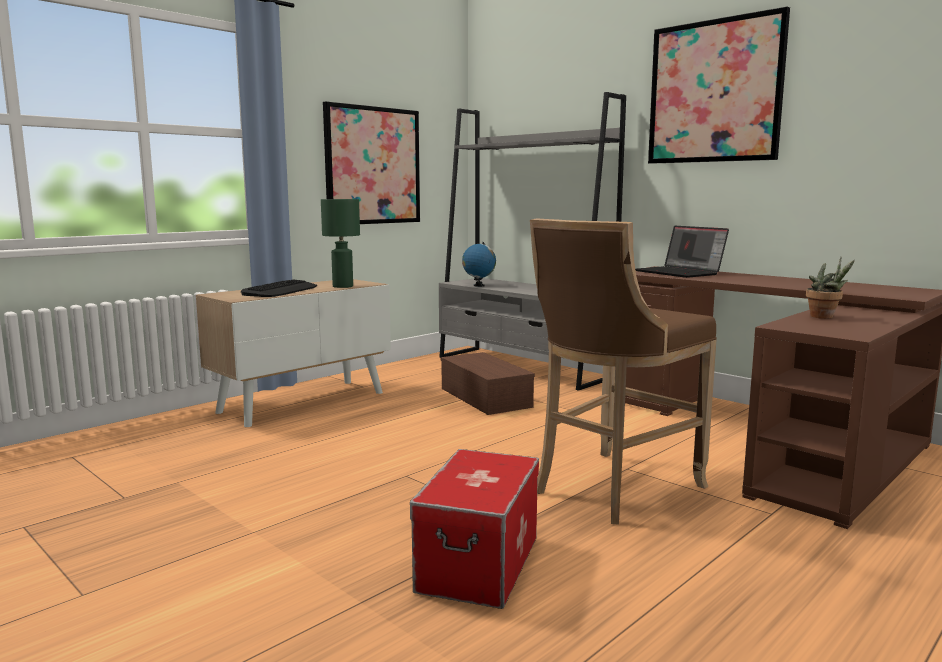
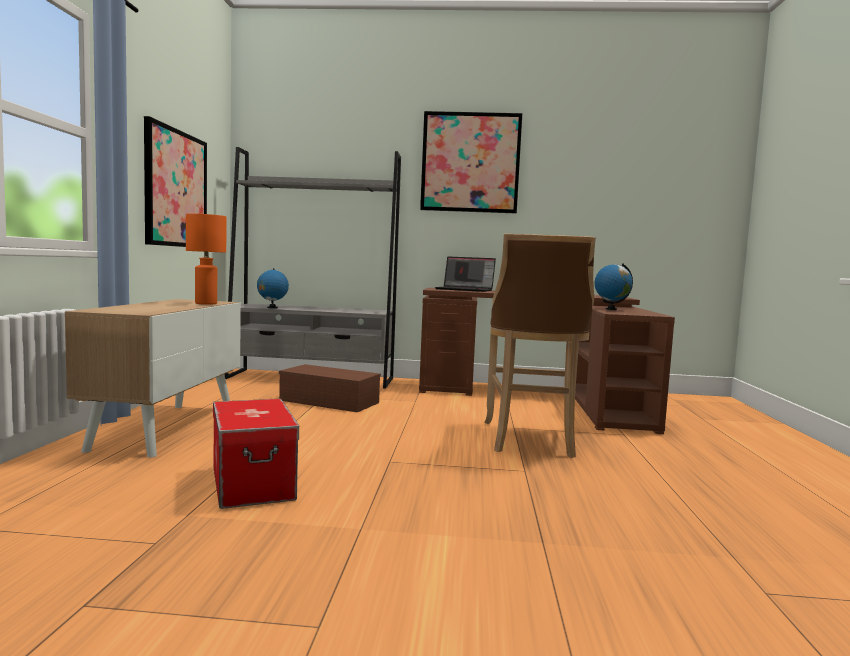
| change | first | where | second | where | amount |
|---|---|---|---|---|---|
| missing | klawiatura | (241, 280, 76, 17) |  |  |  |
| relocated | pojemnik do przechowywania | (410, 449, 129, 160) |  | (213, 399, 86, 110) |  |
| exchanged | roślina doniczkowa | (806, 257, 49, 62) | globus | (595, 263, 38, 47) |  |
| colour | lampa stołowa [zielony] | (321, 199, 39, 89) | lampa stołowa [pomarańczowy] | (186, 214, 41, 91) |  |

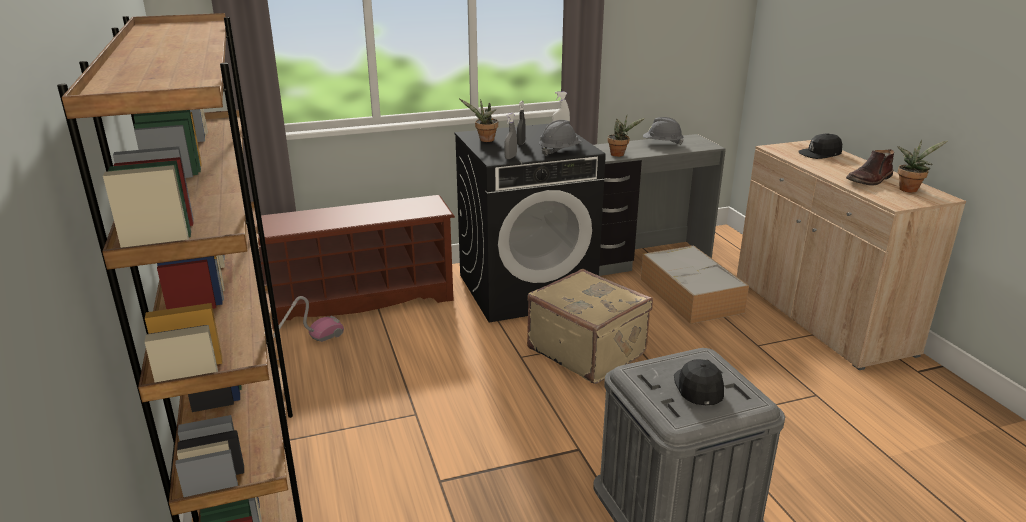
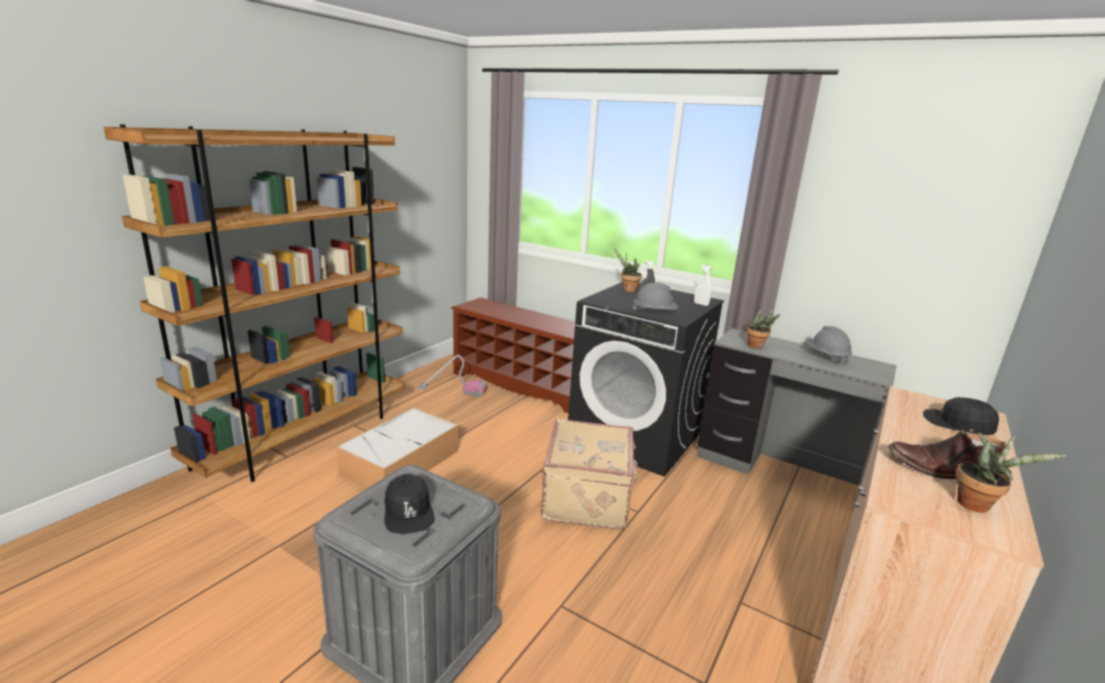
| change | first | where | second | where | amount |
|---|---|---|---|---|---|
| missing | spryskiwacz [szary] | (504, 113, 13, 46) |  |  |  |
| relocated | pojemnik do przechowywania | (641, 246, 108, 78) |  | (336, 407, 122, 82) |  |
| spun | czapka z daszkiem [czarny] | (674, 359, 50, 46) |  | (384, 474, 51, 60) | 105 degrees clockwise |

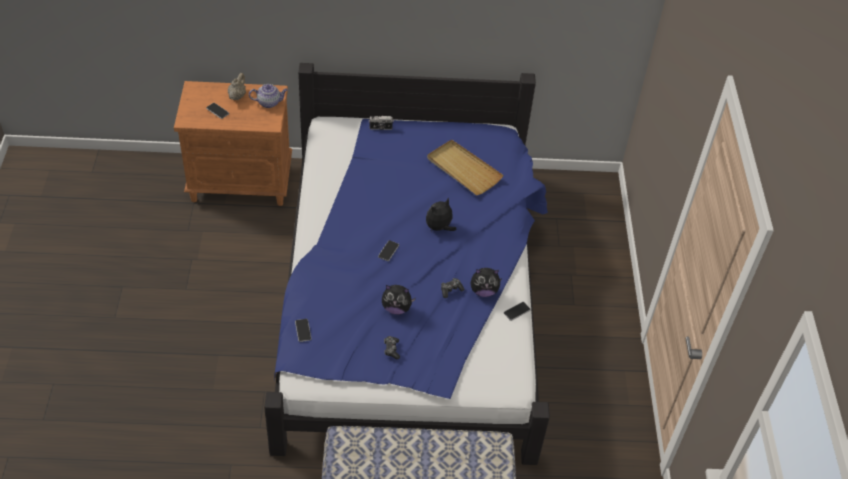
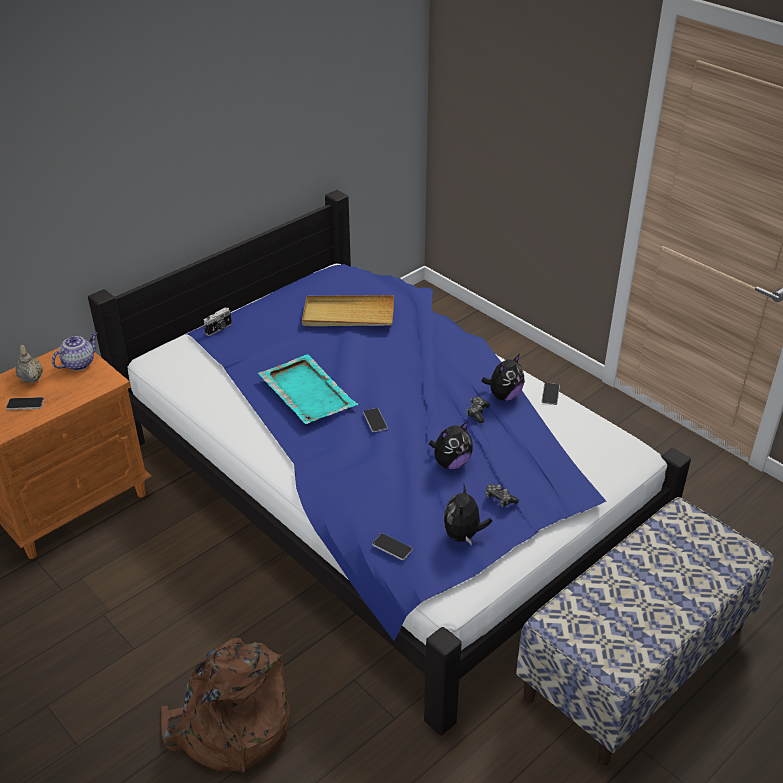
| change | first | where | second | where | amount |
|---|---|---|---|---|---|
| appeared |  |  | plecak [brązowy] | (161, 638, 129, 134) |  |
| appeared |  |  | taca [turkusowy] | (258, 354, 100, 70) |  |
| relocated | pluszak | (426, 197, 30, 35) |  | (443, 483, 49, 62) |  |

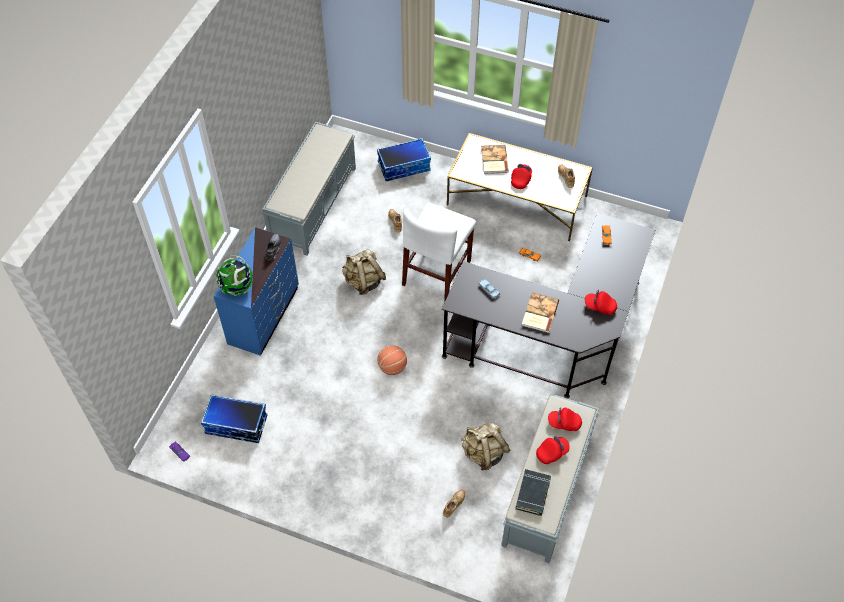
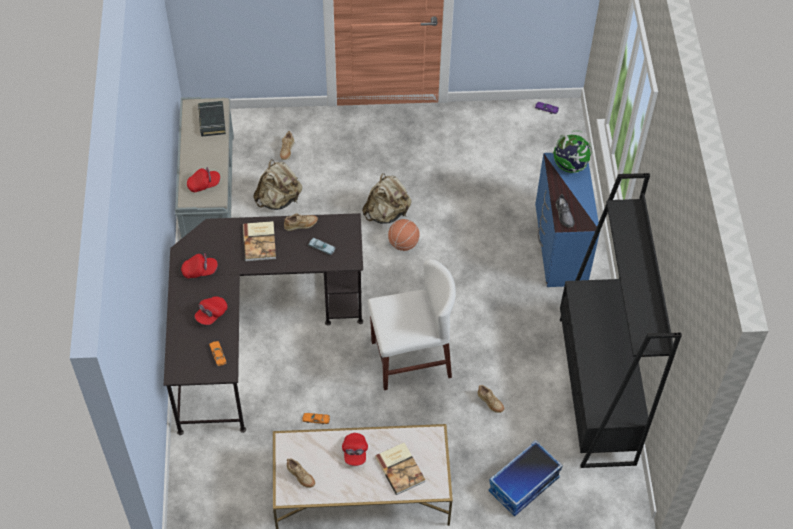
| change | first | where | second | where | amount |
|---|---|---|---|---|---|
| missing | pojemnik do przechowywania | (201, 394, 66, 49) |  |  |  |
| appeared |  |  | but [beżowy] | (284, 213, 34, 18) |  |
| relocated | plecak [beżowy] | (342, 249, 44, 46) |  | (362, 173, 49, 51) |  |
| relocated | czapka z daszkiem [czerwony] | (536, 436, 34, 28) |  | (194, 296, 33, 29) |  |
| exchanged | ławka [szary] | (262, 122, 94, 134) | regał [czarny] | (560, 173, 122, 295) |  |
| spun | krzesło [biały] | (402, 202, 74, 100) |  | (368, 259, 88, 131) | 75 degrees clockwise |

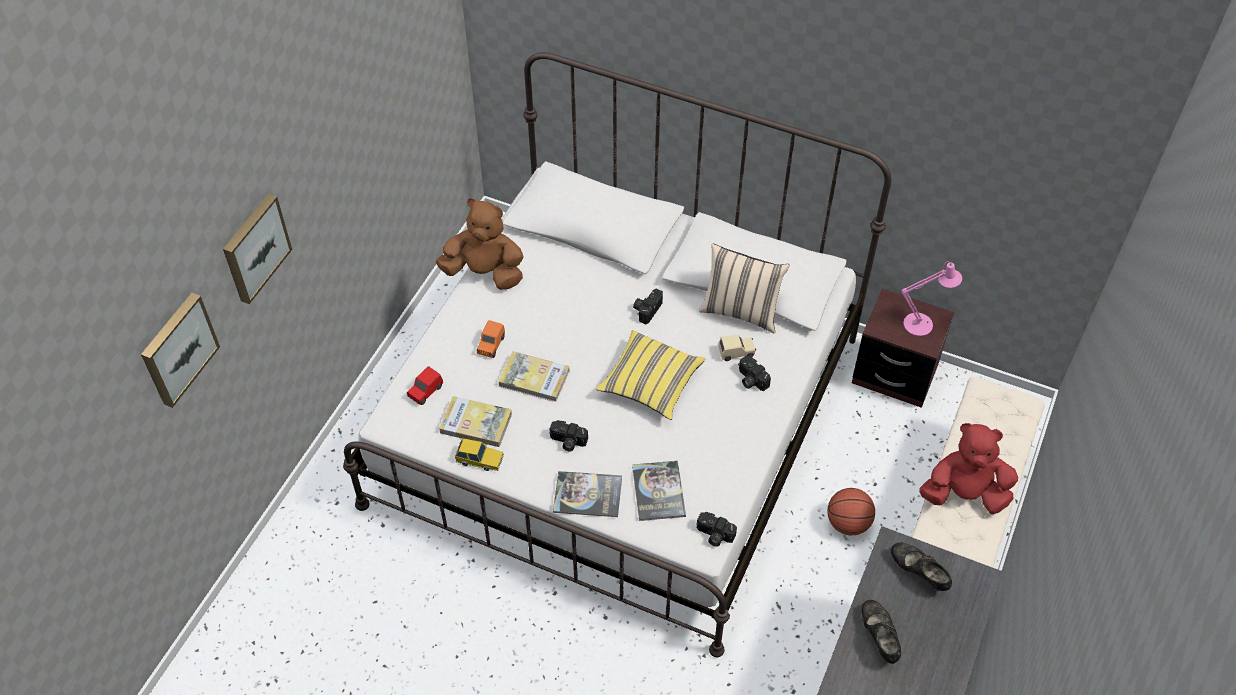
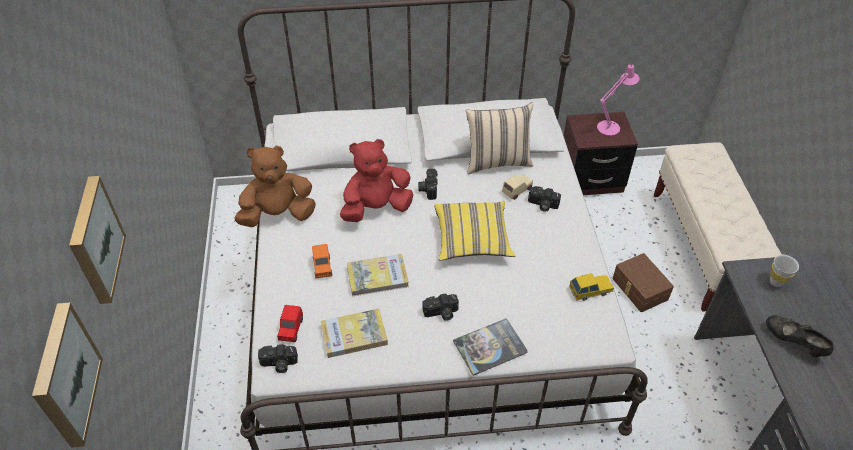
| change | first | where | second | where | amount |
|---|---|---|---|---|---|
| missing | książka | (632, 461, 54, 60) |  |  |  |
| relocated | samochodzik | (455, 439, 49, 32) |  | (569, 273, 45, 28) |  |
| relocated | aparat fotograficzny | (696, 512, 41, 35) |  | (258, 344, 40, 29) |  |
| relocated | pluszak [czerwony] | (919, 423, 99, 91) |  | (340, 139, 73, 83) |  |
| exchanged | piłka do koszykówki | (827, 488, 48, 47) | pojemnik do przechowywania [brązowy] | (613, 253, 61, 59) |  |
| exchanged | but [czarny] | (891, 542, 61, 49) | filiżanka [biały] | (770, 255, 29, 32) |  |

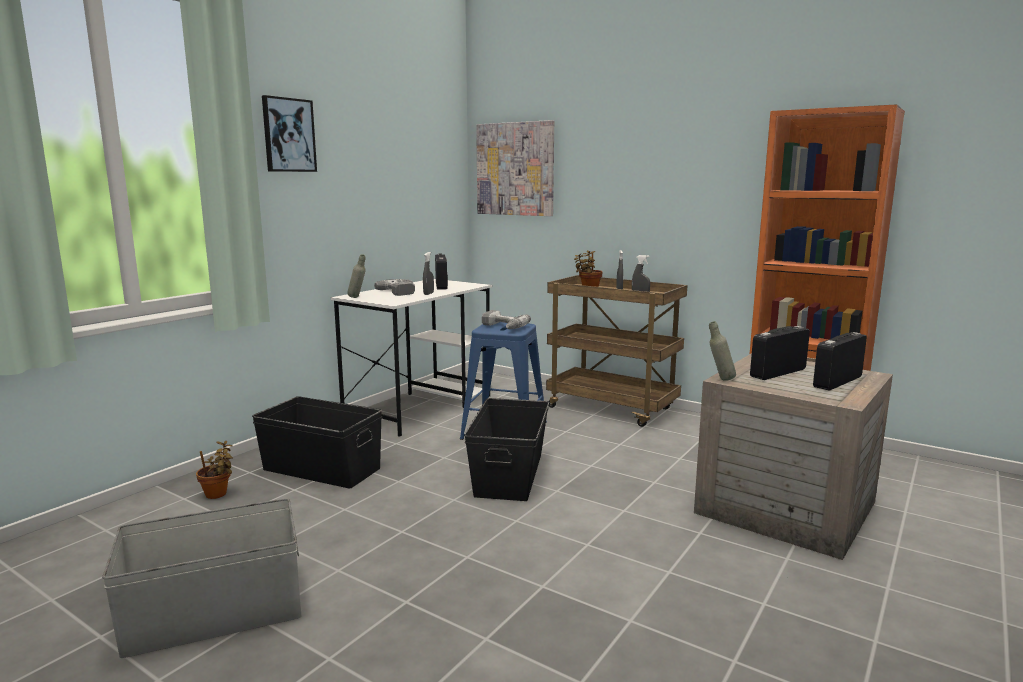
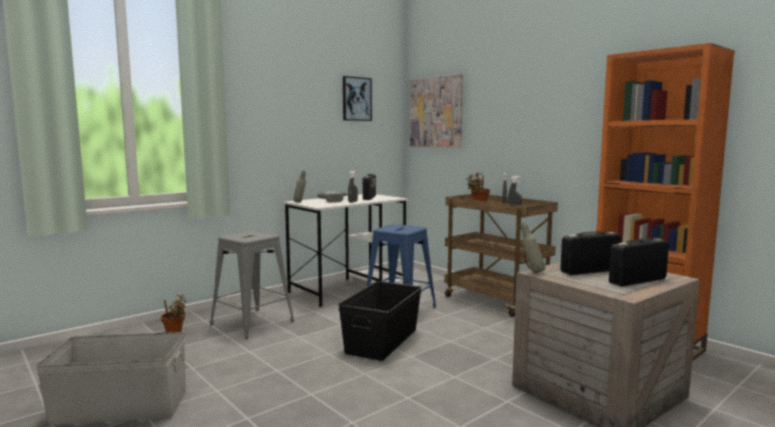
| change | first | where | second | where | amount |
|---|---|---|---|---|---|
| missing | wiertarka | (482, 310, 49, 19) |  |  |  |
| relocated | obraz | (262, 95, 55, 77) |  | (343, 76, 29, 45) |  |
| exchanged | pojemnik do przechowywania [czarny] | (252, 396, 130, 92) | stołek [szary] | (210, 231, 84, 108) |  |

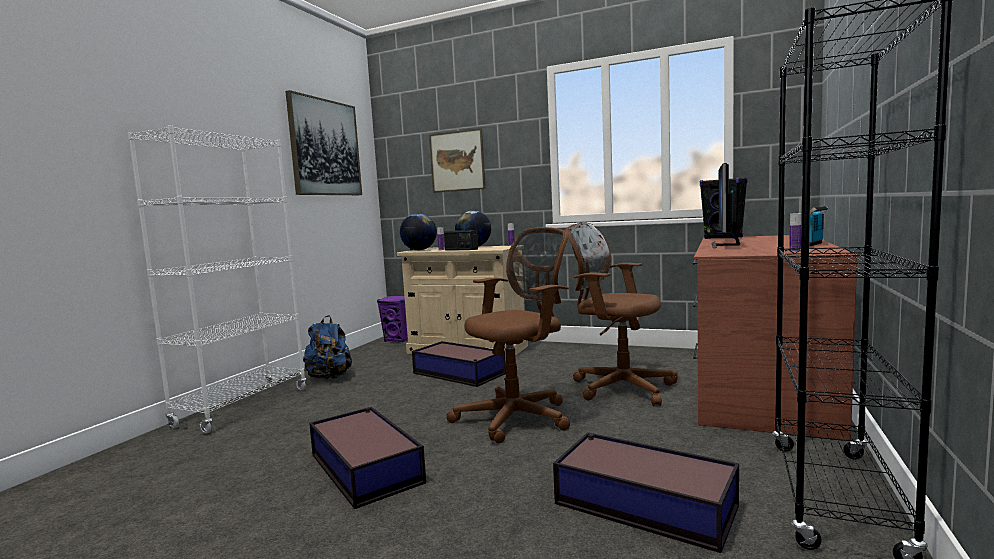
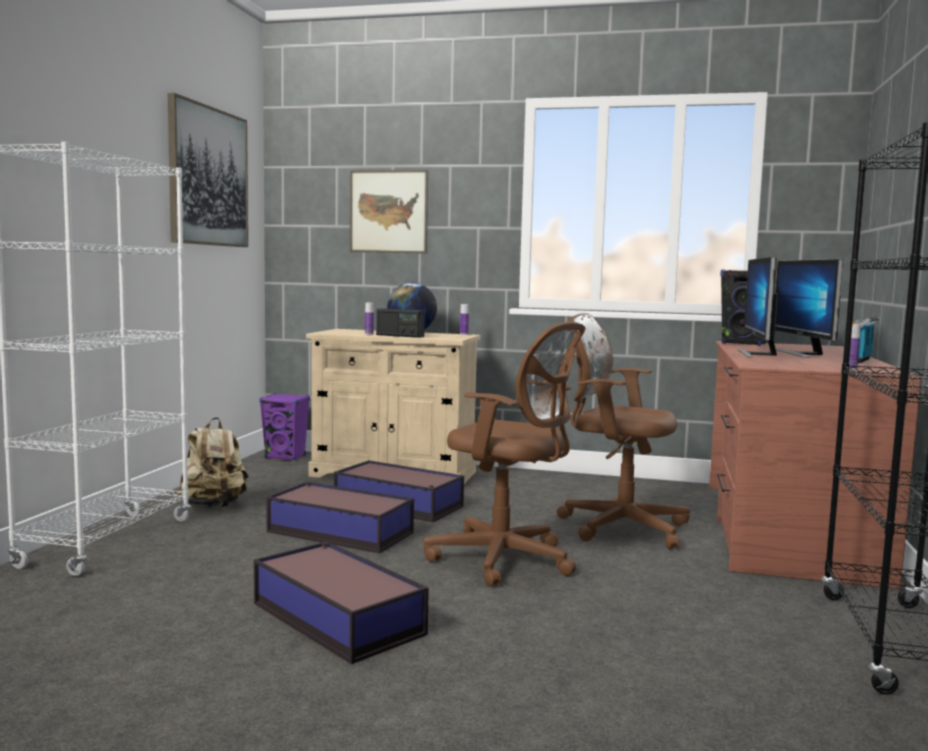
| change | first | where | second | where | amount |
|---|---|---|---|---|---|
| missing | globus | (400, 213, 37, 37) |  |  |  |
| appeared |  |  | monitor | (775, 259, 68, 99) |  |
| relocated | pojemnik do przechowywania | (553, 432, 186, 121) |  | (266, 482, 148, 72) |  |
| colour | plecak [niebieski] | (303, 315, 49, 64) | plecak [beżowy] | (175, 417, 73, 90) |  |
| spun | krzesło biurowe [brązowy] | (446, 227, 124, 216) |  | (424, 322, 162, 265) | 75 degrees clockwise |

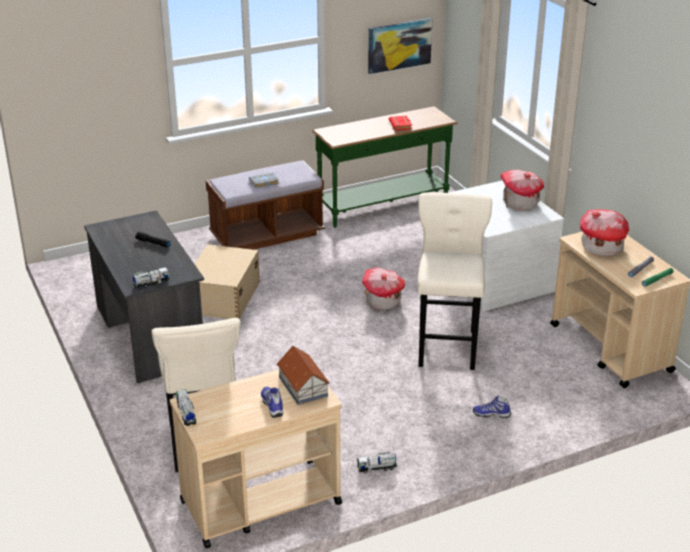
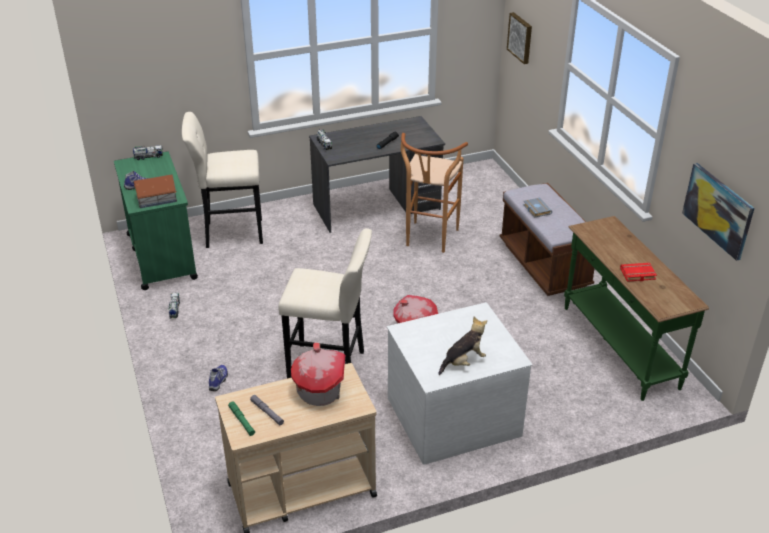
| change | first | where | second | where | amount |
|---|---|---|---|---|---|
| appeared |  |  | obraz | (507, 12, 25, 52) |  |
| exchanged | pojemnik do przechowywania [beżowy] | (195, 244, 65, 75) | stołek [brązowy] | (401, 133, 67, 120) |  |
| exchanged | domek | (500, 170, 44, 41) | pluszak | (438, 317, 49, 58) |  |
| colour | wózek [beżowy] | (170, 369, 172, 179) | wózek [zielony] | (114, 151, 84, 139) |  |

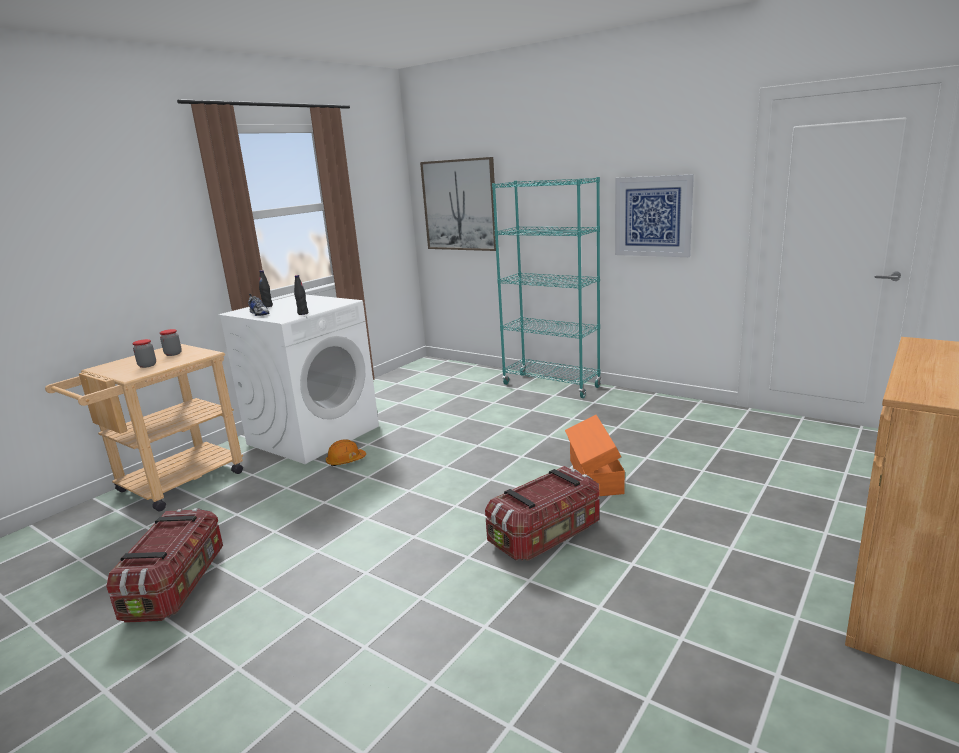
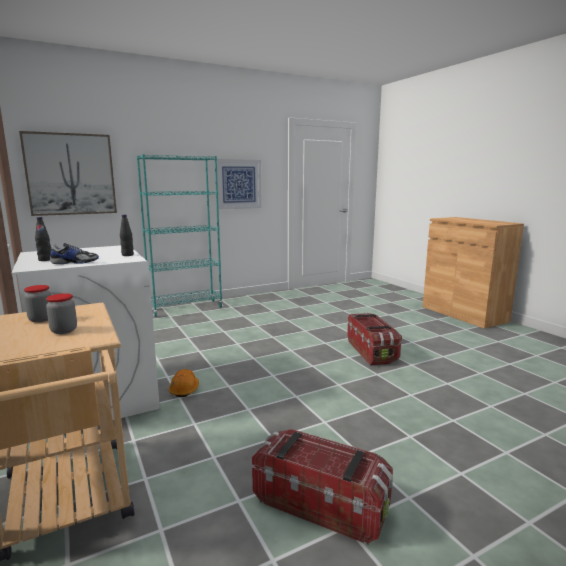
| change | first | where | second | where | amount |
|---|---|---|---|---|---|
| missing | pojemnik do przechowywania [pomarańczowy] | (565, 415, 60, 81) |  |  |  |

